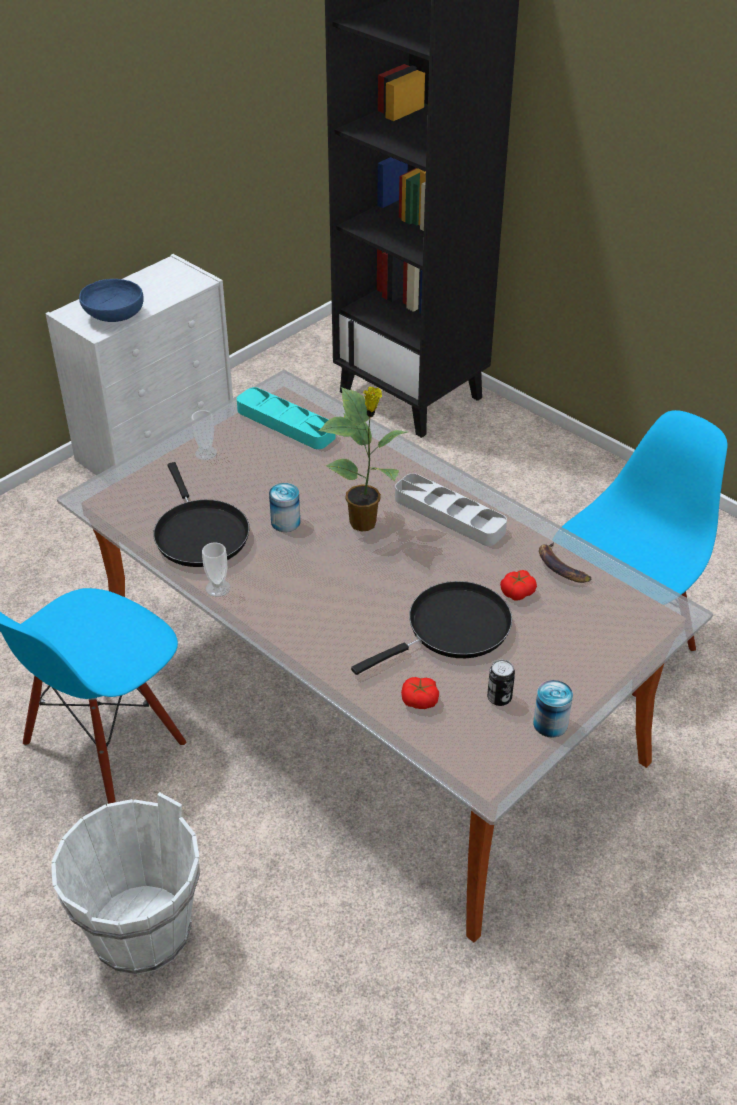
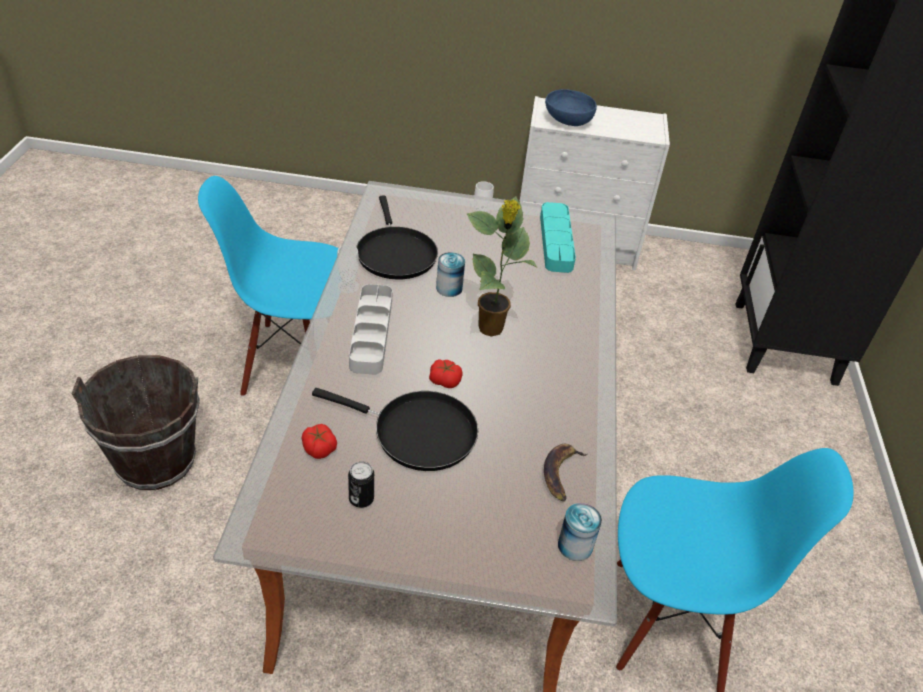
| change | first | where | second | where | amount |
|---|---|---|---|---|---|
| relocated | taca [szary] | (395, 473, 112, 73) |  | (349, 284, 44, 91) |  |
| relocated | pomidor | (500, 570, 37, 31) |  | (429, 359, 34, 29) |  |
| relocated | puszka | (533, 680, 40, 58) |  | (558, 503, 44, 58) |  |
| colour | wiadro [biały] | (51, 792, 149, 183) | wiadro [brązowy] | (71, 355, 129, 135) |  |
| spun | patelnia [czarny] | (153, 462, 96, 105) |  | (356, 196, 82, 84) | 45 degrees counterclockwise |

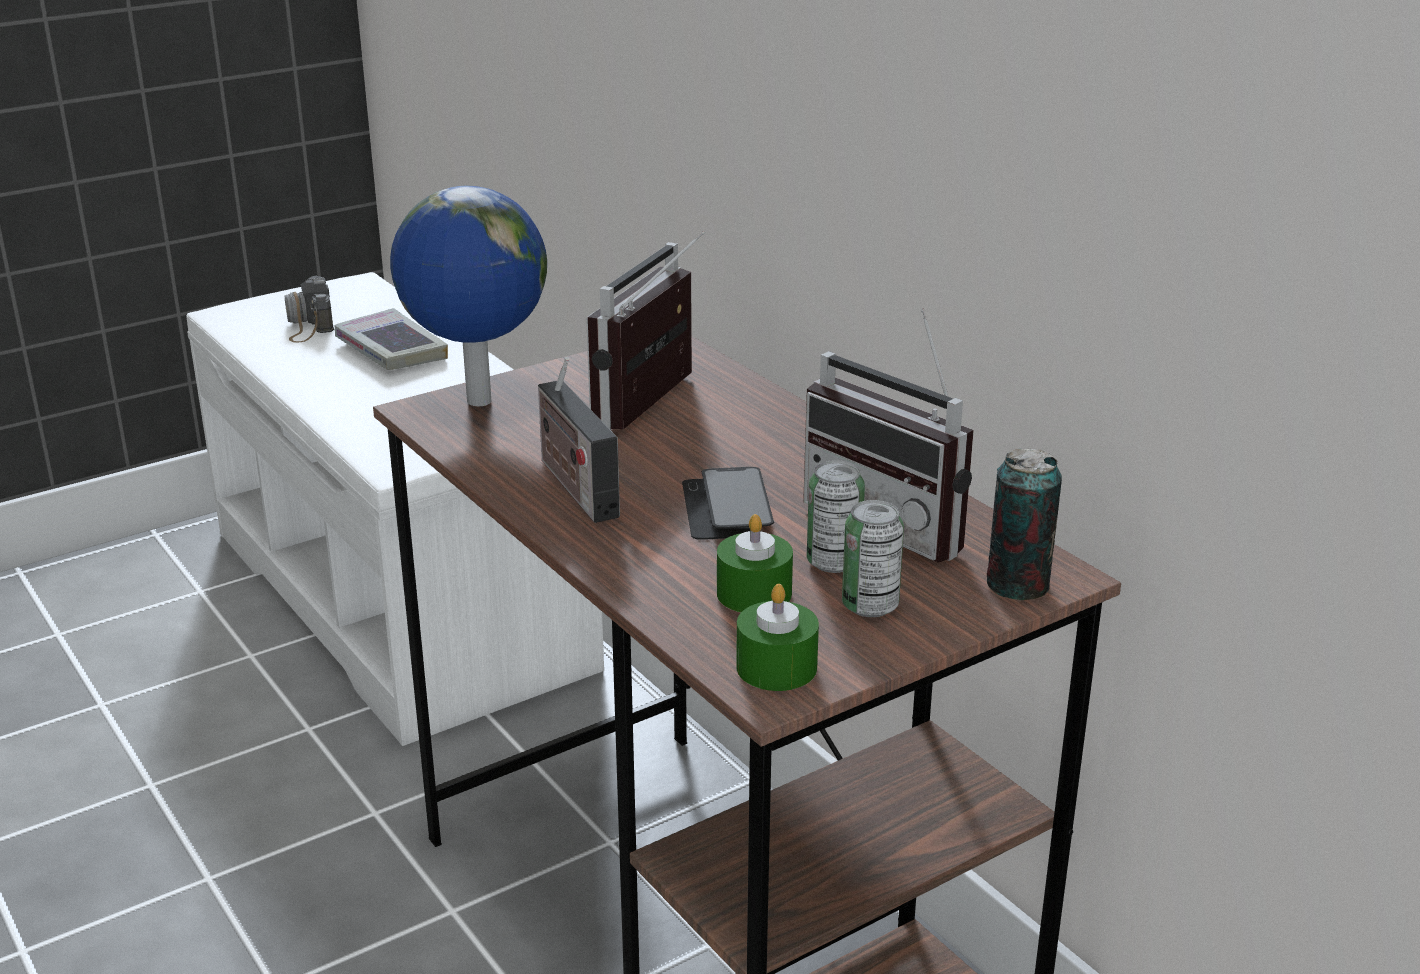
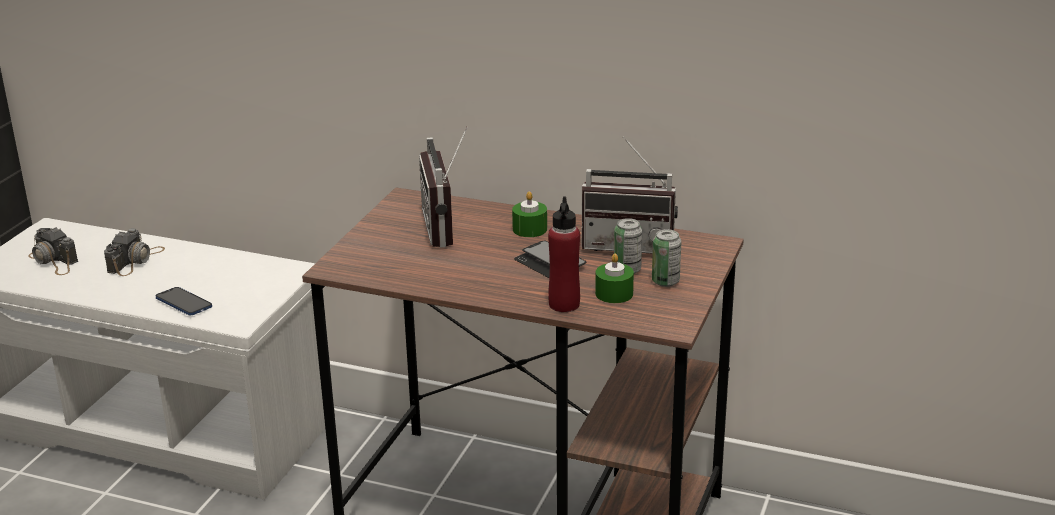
| change | first | where | second | where | amount |
|---|---|---|---|---|---|
| missing | globus | (390, 186, 157, 220) |  |  |  |
| missing | radio | (538, 357, 82, 166) |  |  |  |
| missing | puszka | (987, 449, 75, 151) |  |  |  |
| appeared |  |  | telefon | (156, 287, 56, 28) |  |
| appeared |  |  | butelka [czerwony] | (548, 197, 32, 115) |  |
| relocated | świeca [zielony] | (736, 584, 83, 107) |  | (512, 191, 35, 46) |  |
| exchanged | książka | (335, 308, 113, 62) | aparat fotograficzny | (104, 228, 61, 48) |  |

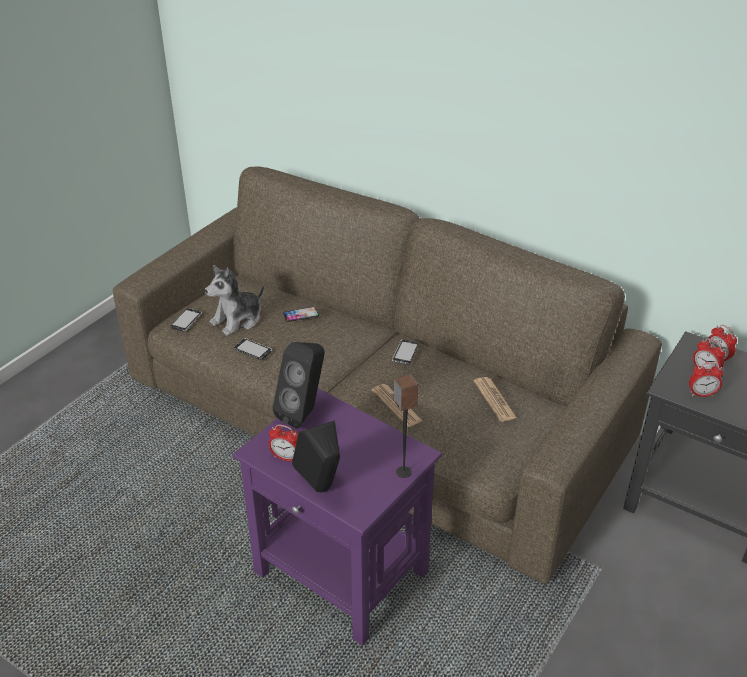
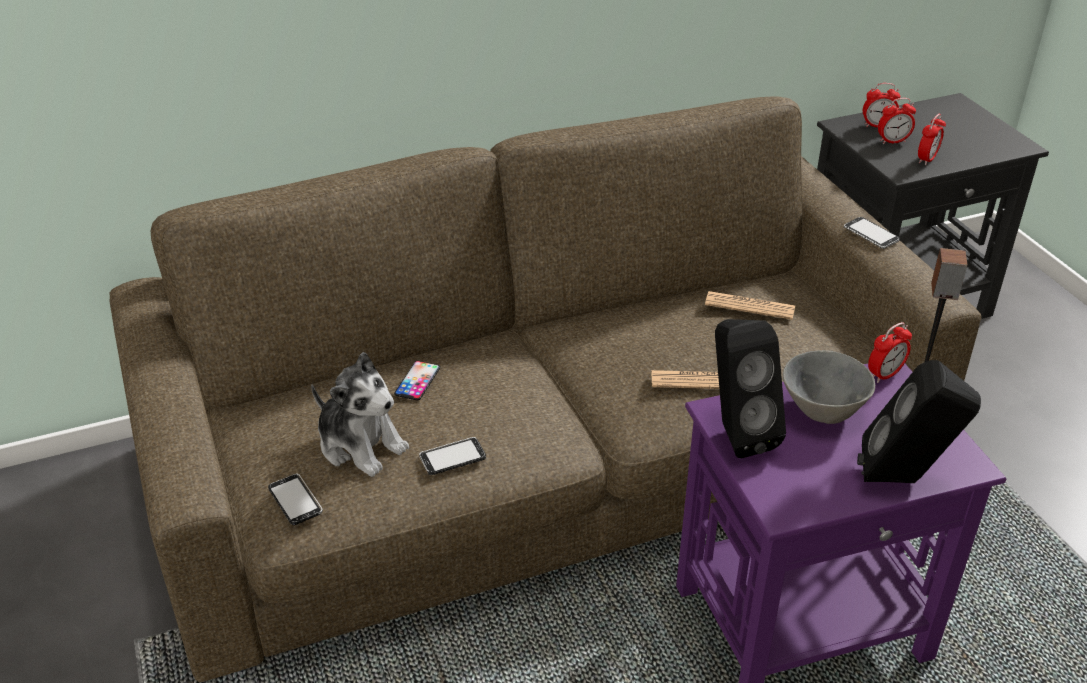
| change | first | where | second | where | amount |
|---|---|---|---|---|---|
| appeared |  |  | miska [szary] | (783, 350, 92, 74) |  |
| relocated | budzik | (268, 424, 30, 37) |  | (868, 322, 44, 61) |  |
| relocated | telefon | (392, 340, 27, 25) |  | (844, 217, 56, 32) |  |
| spun | pluszak | (205, 265, 59, 71) |  | (311, 352, 98, 125) | 45 degrees counterclockwise |

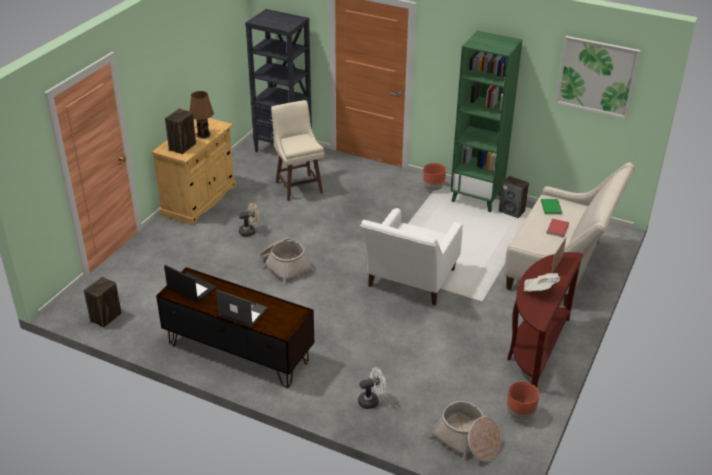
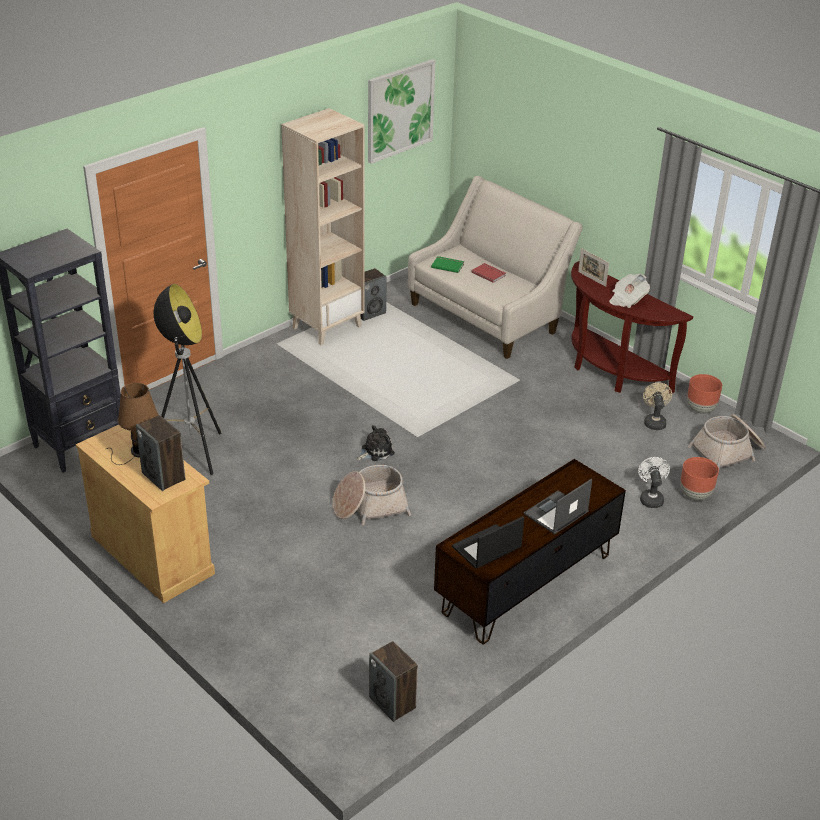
| change | first | where | second | where | amount |
|---|---|---|---|---|---|
| missing | fotel [biały] | (360, 208, 103, 97) |  |  |  |
| appeared |  |  | pluszak | (357, 425, 38, 36) |  |
| relocated | wentylator [beżowy] | (239, 203, 20, 33) |  | (643, 383, 29, 47) |  |
| relocated | donica [brązowy] | (423, 163, 23, 28) |  | (680, 457, 39, 43) |  |
| exchanged | stołek [beżowy] | (271, 100, 53, 101) | lampa stojąca | (153, 284, 68, 191) |  |
| colour | regał [zielony] | (450, 31, 73, 181) | regał [beżowy] | (281, 108, 84, 237) |  |

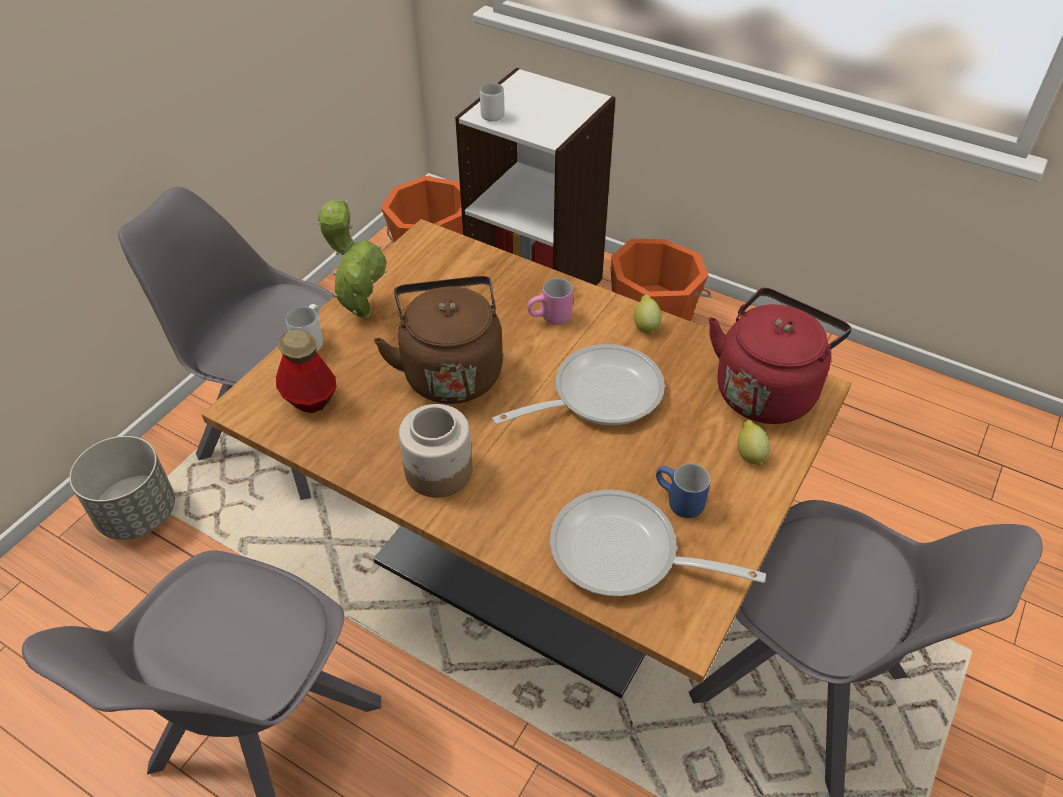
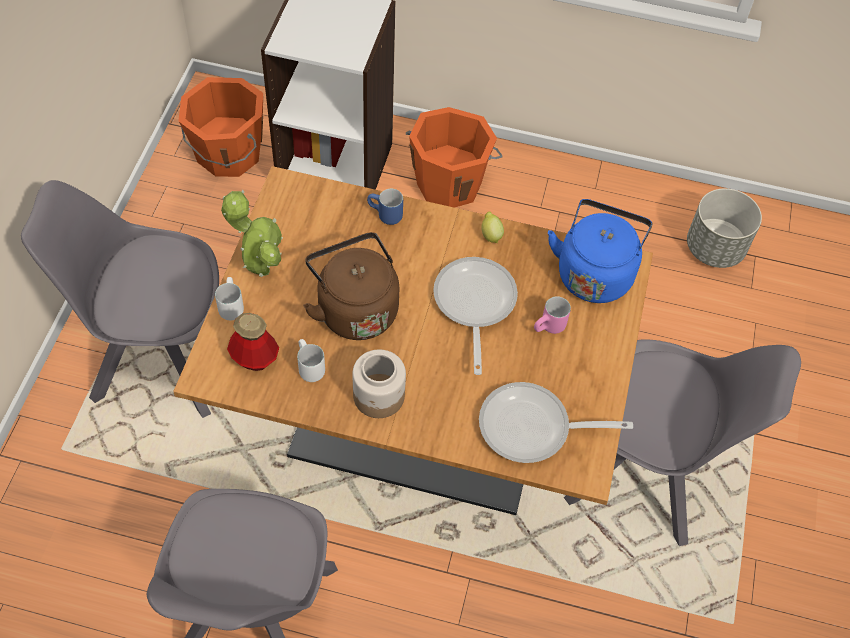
| change | first | where | second | where | amount |
|---|---|---|---|---|---|
| missing | cytryna | (737, 420, 33, 45) |  |  |  |
| relocated | donica [szary] | (69, 436, 106, 104) |  | (687, 188, 75, 80) |  |
| relocated | kubek [biały] | (480, 83, 25, 38) |  | (297, 339, 28, 43) |  |
| relocated | kubek [różowy] | (527, 278, 46, 47) |  | (534, 296, 37, 38) |  |
| relocated | kubek [niebieski] | (656, 464, 55, 54) |  | (367, 189, 36, 36) |  |
| colour | czajnik [czerwony] | (709, 288, 143, 136) | czajnik [niebieski] | (548, 199, 105, 104) |  |
| spun | patelnia | (492, 344, 173, 81) |  | (433, 257, 85, 118) | 45 degrees counterclockwise |

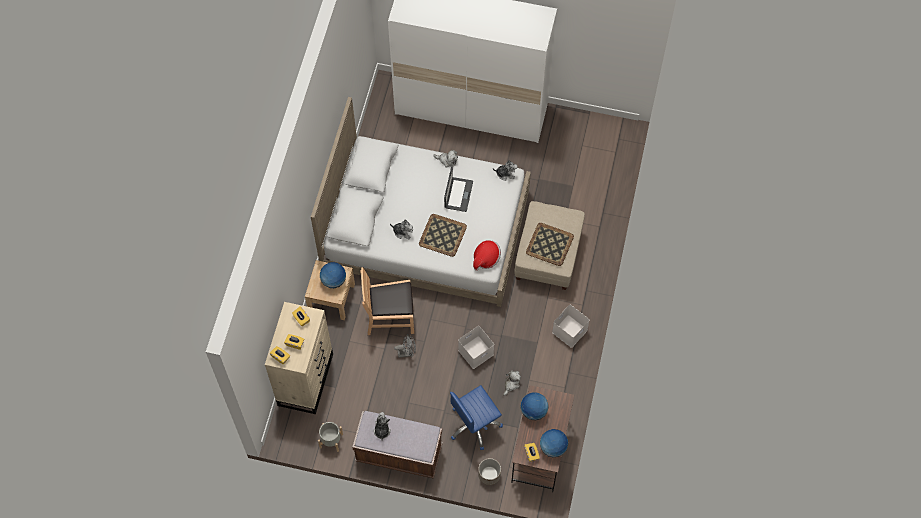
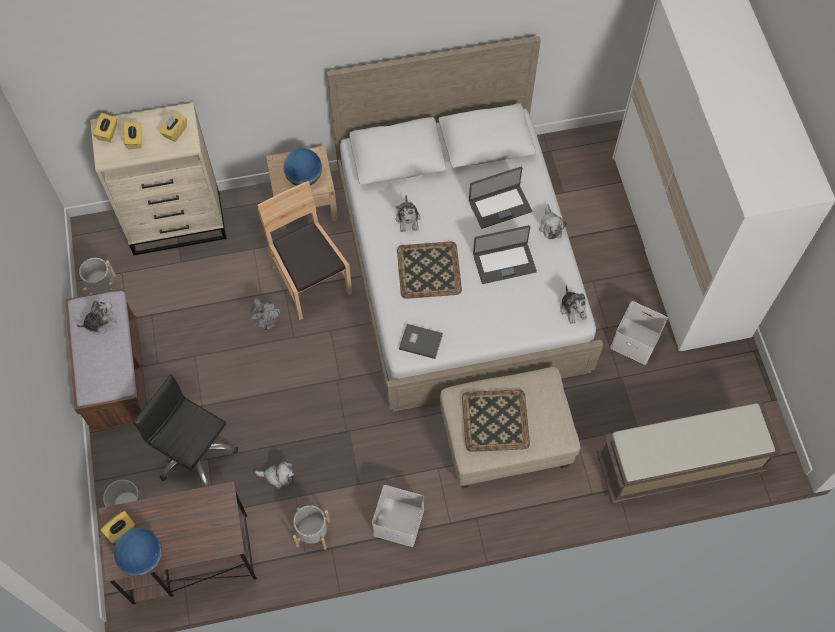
| change | first | where | second | where | amount |
|---|---|---|---|---|---|
| missing | globus | (520, 392, 29, 28) |  |  |  |
| appeared |  |  | donica [szary] | (293, 505, 37, 45) |  |
| appeared |  |  | laptop | (469, 167, 63, 62) |  |
| appeared |  |  | ławka [brązowy] | (597, 402, 185, 102) |  |
| relocated | pojemnik do przechowywania [biały] | (458, 326, 36, 43) |  | (610, 301, 58, 64) |  |
| exchanged | kapelusz | (473, 240, 28, 31) | książka [szary] | (399, 324, 44, 35) |  |
| colour | krzesło biurowe [niebieski] | (450, 385, 53, 65) | krzesło biurowe [czarny] | (133, 375, 105, 112) |  |

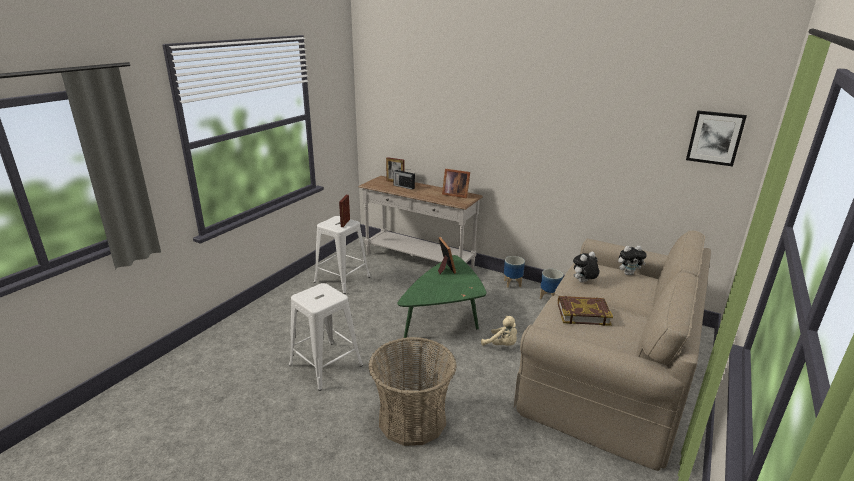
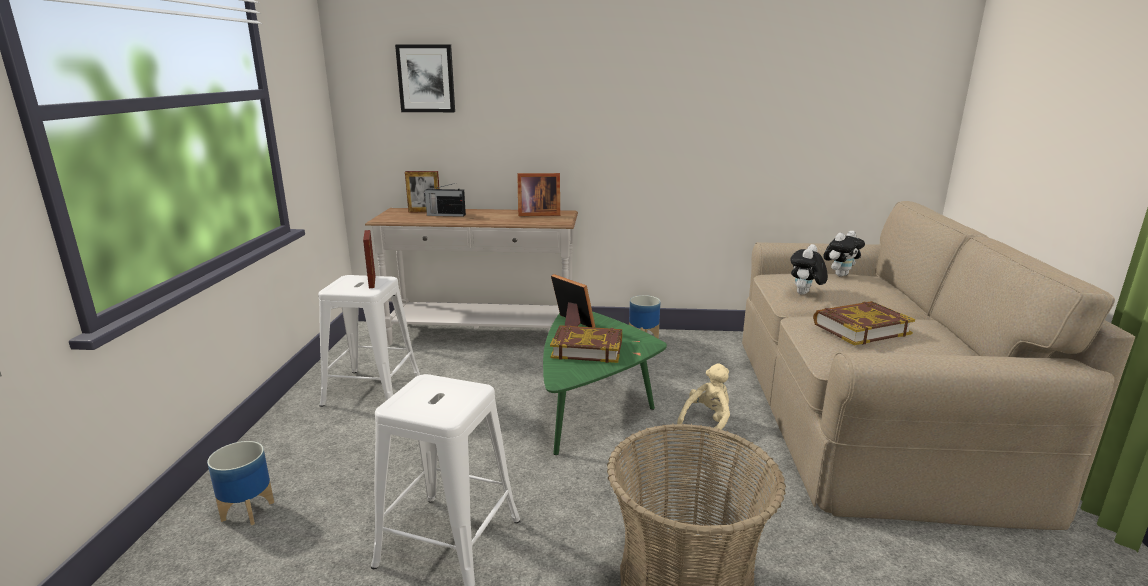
| change | first | where | second | where | amount |
|---|---|---|---|---|---|
| appeared |  |  | książka | (550, 325, 72, 38) |  |
| relocated | donica | (540, 269, 23, 30) |  | (207, 441, 67, 84) |  |
| relocated | obraz | (686, 110, 61, 57) |  | (395, 44, 60, 68) |  |
| spun | pluszak [beżowy] | (481, 316, 36, 30) |  | (677, 363, 53, 77) | 60 degrees counterclockwise |

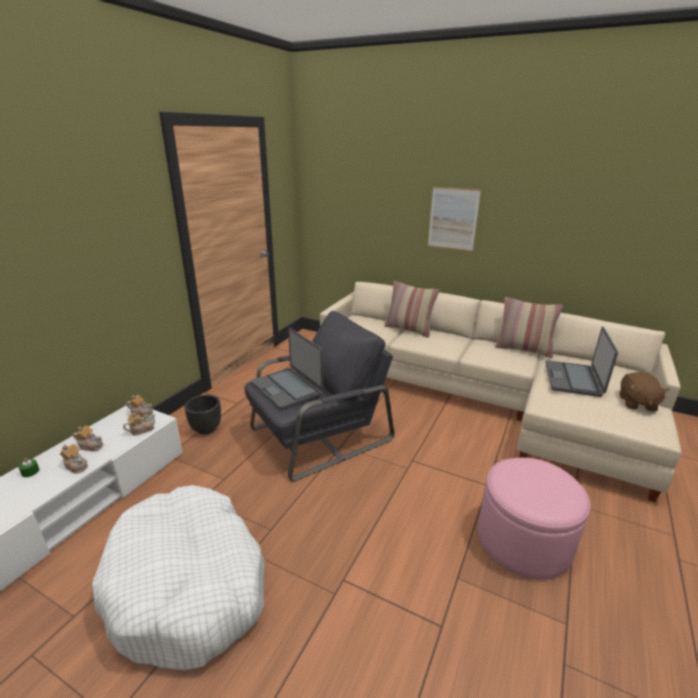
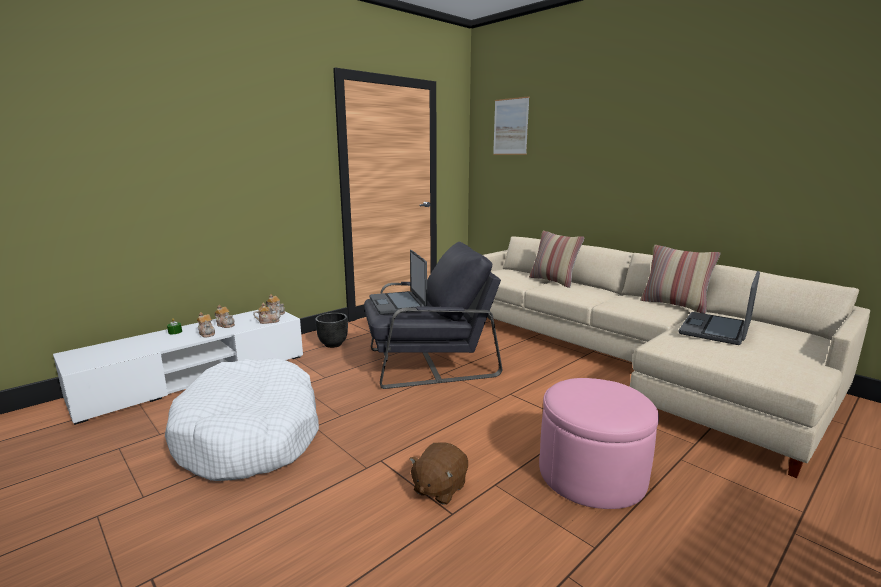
| change | first | where | second | where | amount |
|---|---|---|---|---|---|
| relocated | obraz | (428, 187, 53, 64) |  | (493, 96, 37, 59) |  |
| relocated | pluszak [brązowy] | (620, 372, 50, 40) |  | (409, 442, 59, 63) |  |

